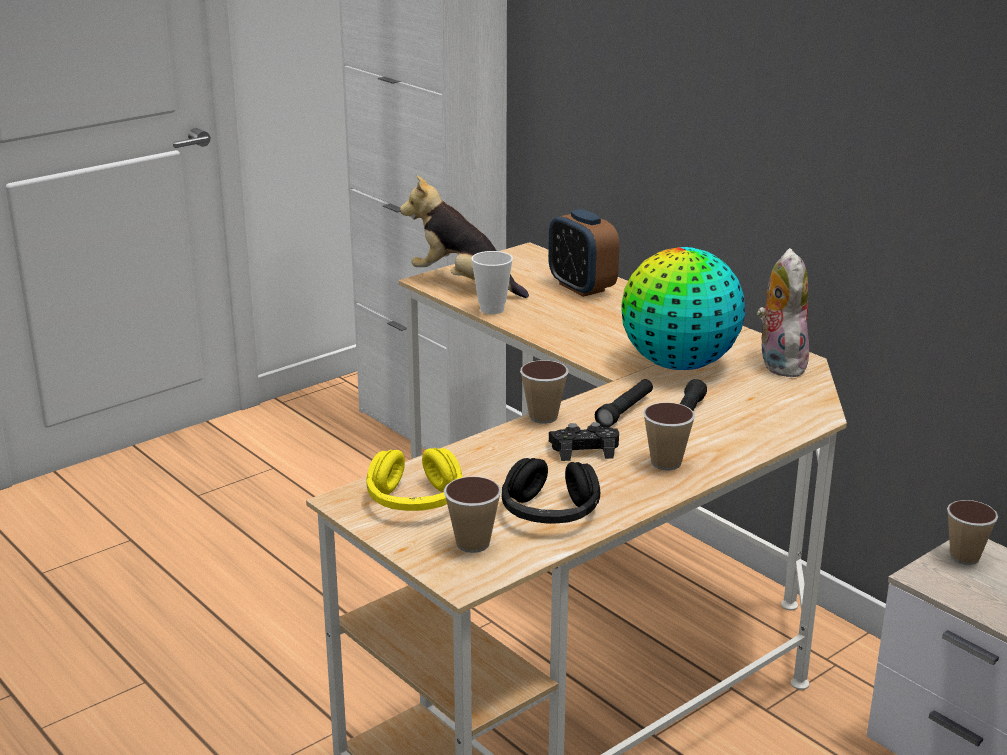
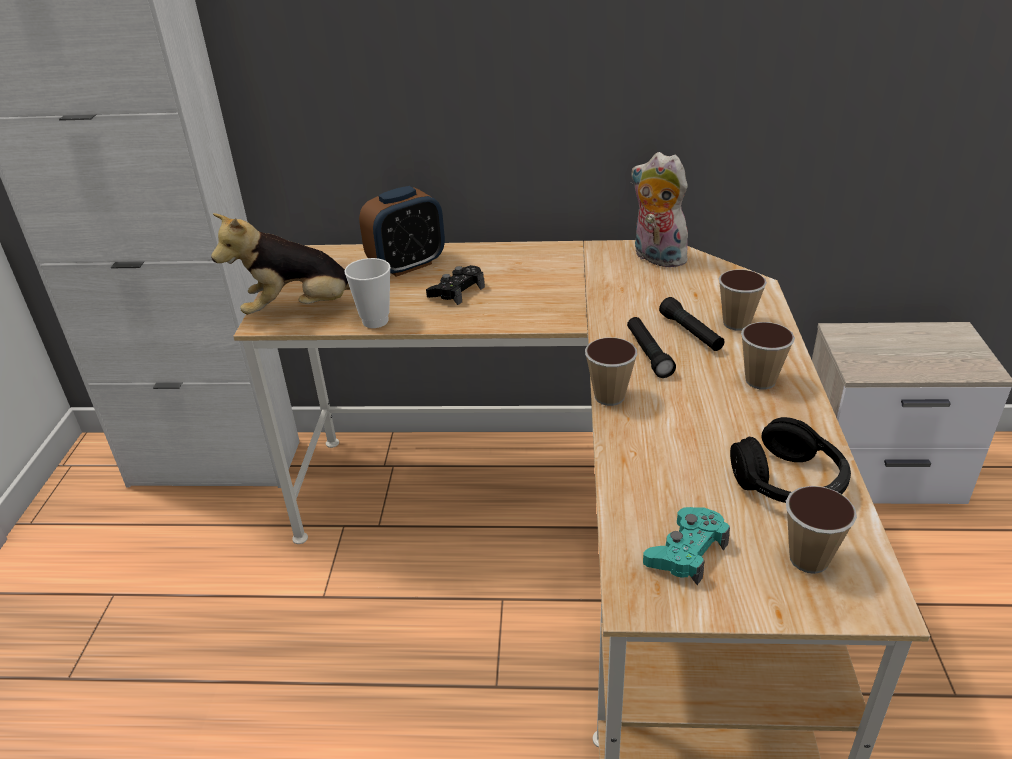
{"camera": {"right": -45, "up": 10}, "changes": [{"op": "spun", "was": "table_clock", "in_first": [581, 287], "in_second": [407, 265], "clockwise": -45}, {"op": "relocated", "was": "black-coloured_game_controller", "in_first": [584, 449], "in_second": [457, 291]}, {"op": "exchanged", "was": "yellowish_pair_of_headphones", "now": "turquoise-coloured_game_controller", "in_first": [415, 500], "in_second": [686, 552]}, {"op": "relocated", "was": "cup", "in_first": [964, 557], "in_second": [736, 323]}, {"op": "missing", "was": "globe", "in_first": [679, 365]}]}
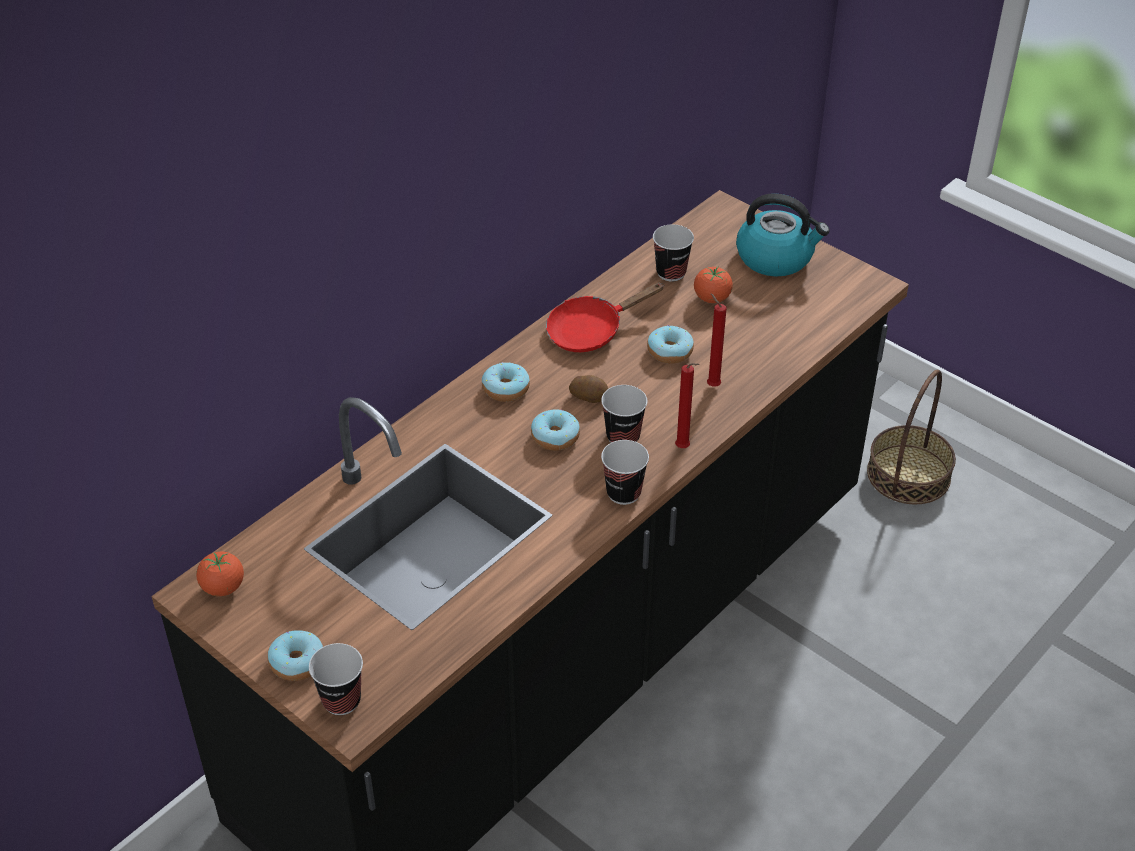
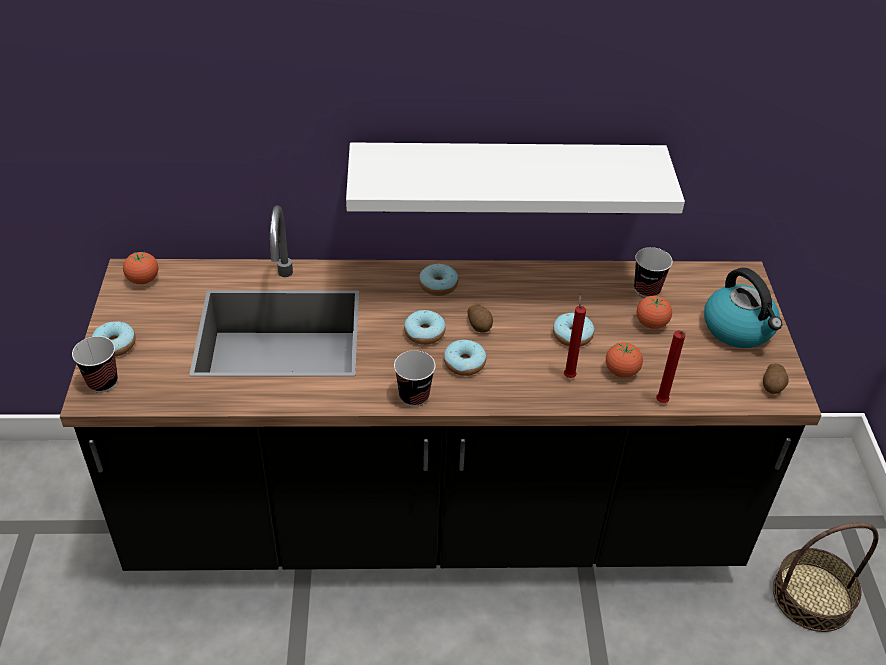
{"camera": {"right": 45, "up": 0}, "changes": [{"op": "appeared", "now": "whitish_wall_shelf", "in_second": [506, 178]}, {"op": "exchanged", "was": "cup", "now": "donut", "in_first": [623, 436], "in_second": [464, 363]}, {"op": "appeared", "now": "fresh_tomato", "in_second": [621, 371]}, {"op": "relocated", "was": "reddish_wax_light", "in_first": [684, 449], "in_second": [662, 403]}, {"op": "appeared", "now": "whole_potato", "in_second": [773, 386]}, {"op": "missing", "was": "reddish_skillet", "in_first": [591, 331]}]}
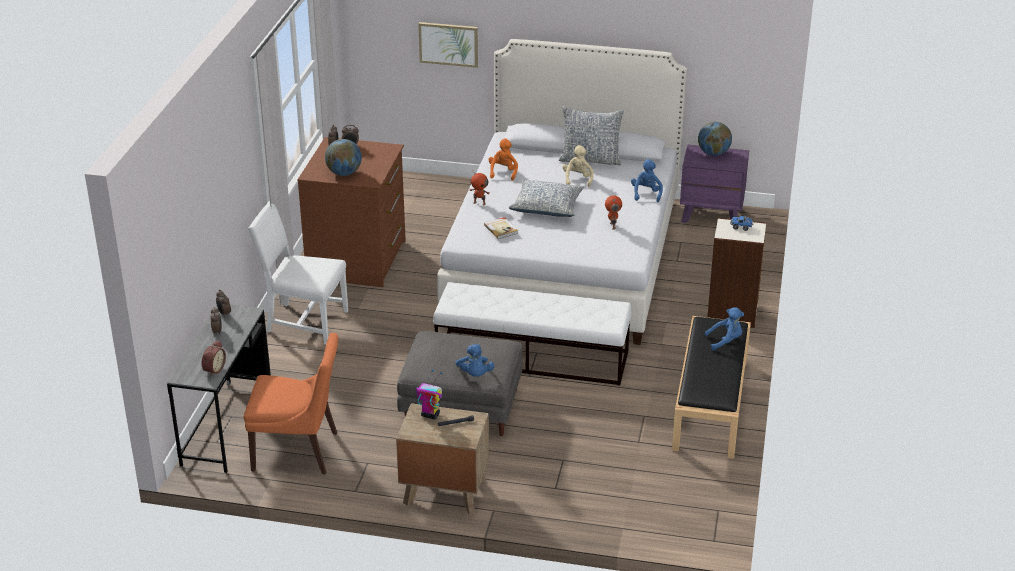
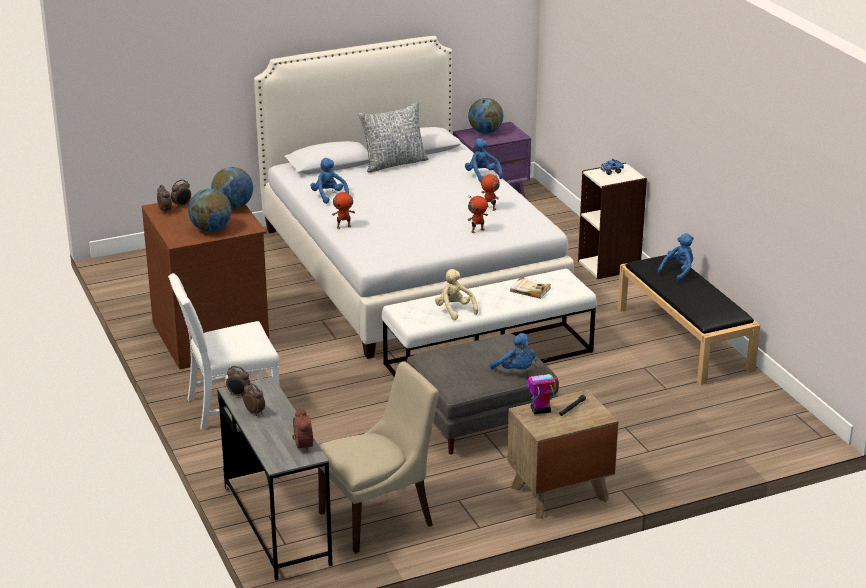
{"camera": {"right": -35, "up": -5}, "changes": [{"op": "appeared", "now": "globe", "in_second": [233, 206]}, {"op": "colour", "was": "orangey_soft_toy", "now": "bluish_soft_toy", "in_first": [503, 172], "in_second": [329, 196]}, {"op": "colour", "was": "orangey_plain_chair", "now": "sand-coloured_plain_chair", "in_first": [298, 451], "in_second": [379, 518]}, {"op": "relocated", "was": "sand-coloured_soft_toy", "in_first": [577, 179], "in_second": [454, 310]}, {"op": "appeared", "now": "robot_figure", "in_second": [477, 230]}, {"op": "relocated", "was": "book", "in_first": [501, 229], "in_second": [530, 289]}, {"op": "missing", "was": "wall_art", "in_first": [448, 44]}, {"op": "missing", "was": "pillow", "in_first": [547, 207]}]}
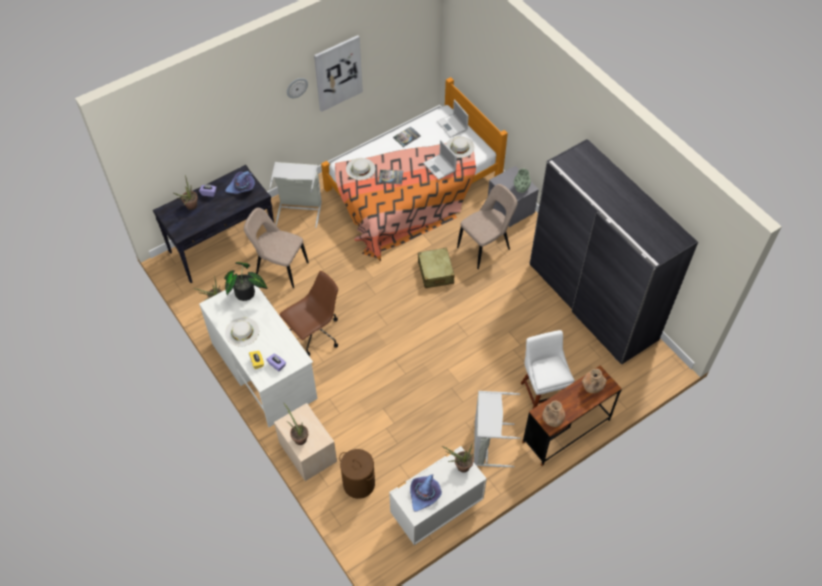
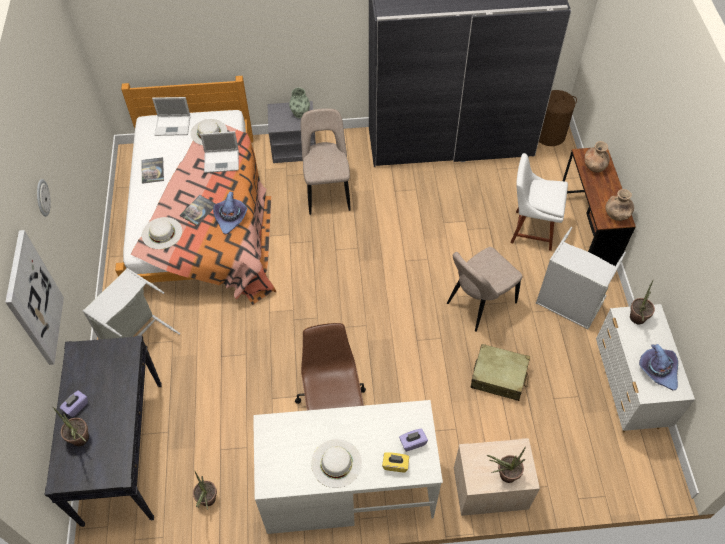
{"camera": {"right": -60, "up": 0}, "changes": [{"op": "relocated", "was": "wall_art", "in_first": [338, 73], "in_second": [34, 299]}, {"op": "relocated", "was": "purple_clothing_hat", "in_first": [241, 187], "in_second": [231, 217]}, {"op": "relocated", "was": "sand-coloured_plain_chair", "in_first": [279, 268], "in_second": [478, 304]}, {"op": "relocated", "was": "sand-coloured_travel_case", "in_first": [435, 272], "in_second": [499, 377]}, {"op": "relocated", "was": "brownish_hamper", "in_first": [358, 483], "in_second": [549, 135]}, {"op": "missing", "was": "plant_in_a_pot", "in_first": [246, 294]}]}
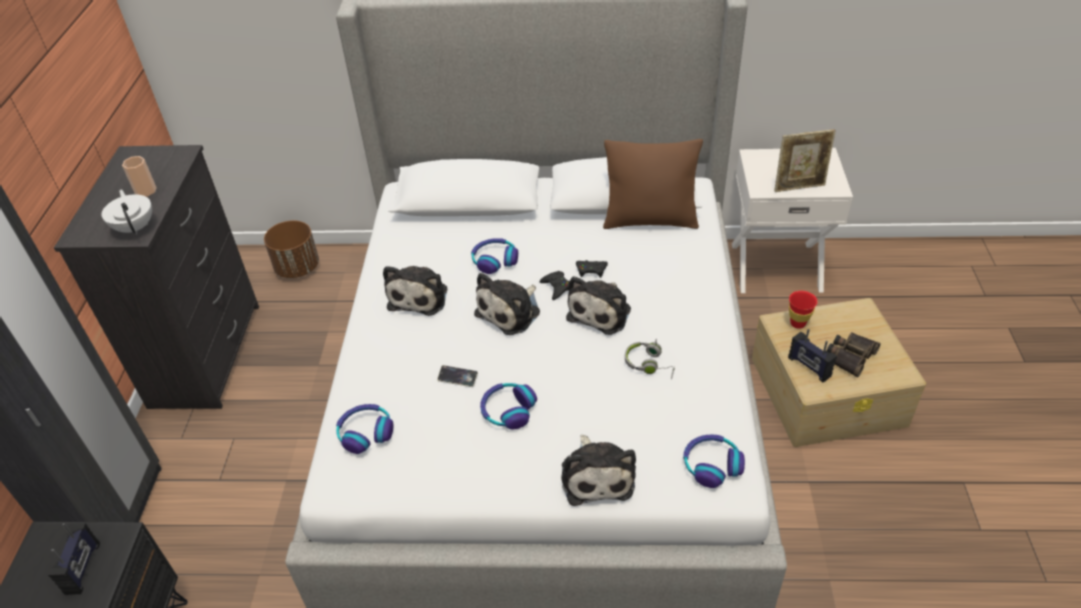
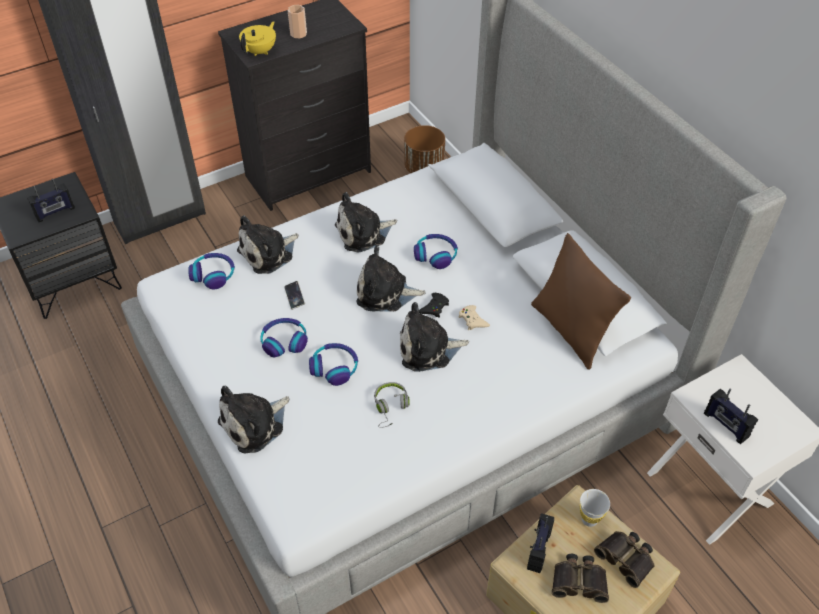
{"camera": {"right": 55, "up": 5}, "changes": [{"op": "appeared", "now": "soft_toy", "in_second": [268, 253]}, {"op": "colour", "was": "whitish_pot_for_tea", "now": "yellowish_pot_for_tea", "in_first": [135, 227], "in_second": [260, 51]}, {"op": "relocated", "was": "pair_of_headphones", "in_first": [711, 465], "in_second": [334, 367]}, {"op": "colour", "was": "black-coloured_game_controller", "now": "sand-coloured_game_controller", "in_first": [591, 270], "in_second": [472, 320]}, {"op": "colour", "was": "reddish_cup", "now": "whitish_cup", "in_first": [797, 323], "in_second": [589, 519]}, {"op": "appeared", "now": "binoculars", "in_second": [626, 558]}, {"op": "exchanged", "was": "picture_frame", "now": "radio_receiver", "in_first": [799, 187], "in_second": [725, 425]}]}
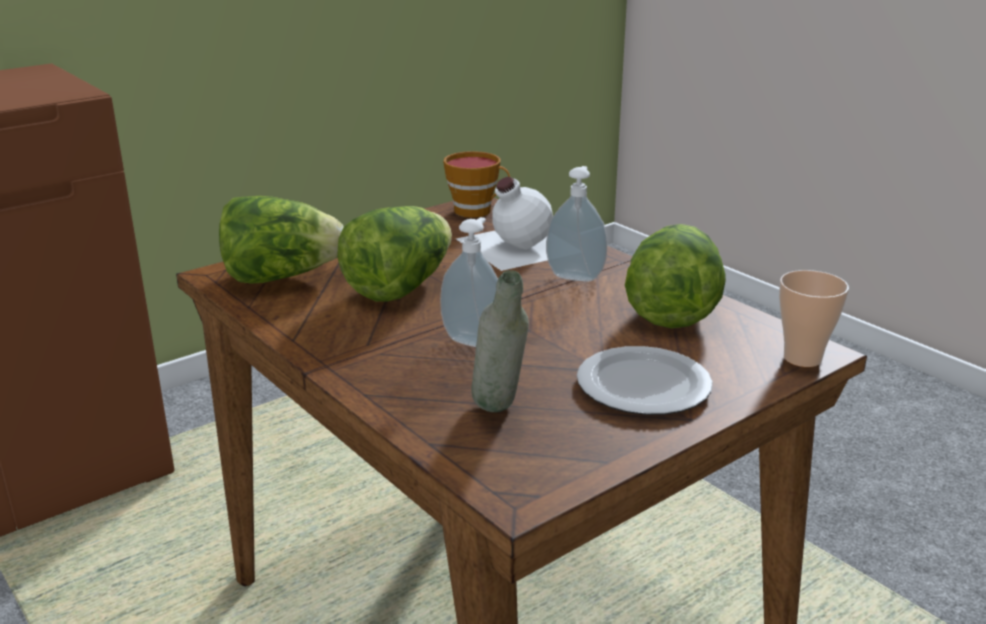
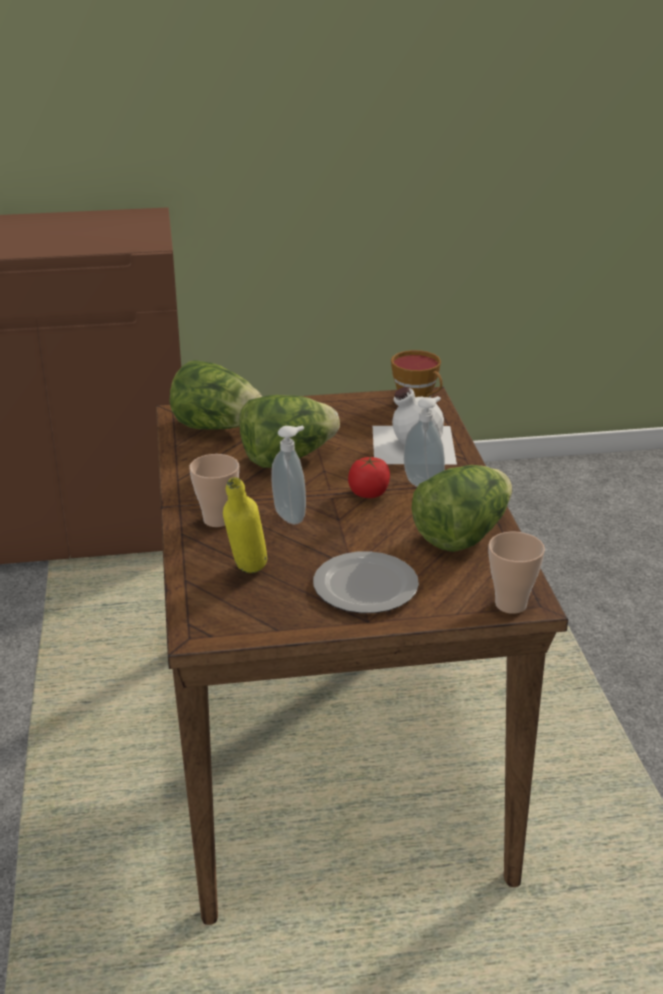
{"camera": {"right": 30, "up": 5}, "changes": [{"op": "appeared", "now": "cup", "in_second": [217, 520]}, {"op": "colour", "was": "grey_bottle", "now": "yellowish_bottle", "in_first": [499, 415], "in_second": [247, 575]}, {"op": "appeared", "now": "fresh_tomato", "in_second": [368, 493]}]}
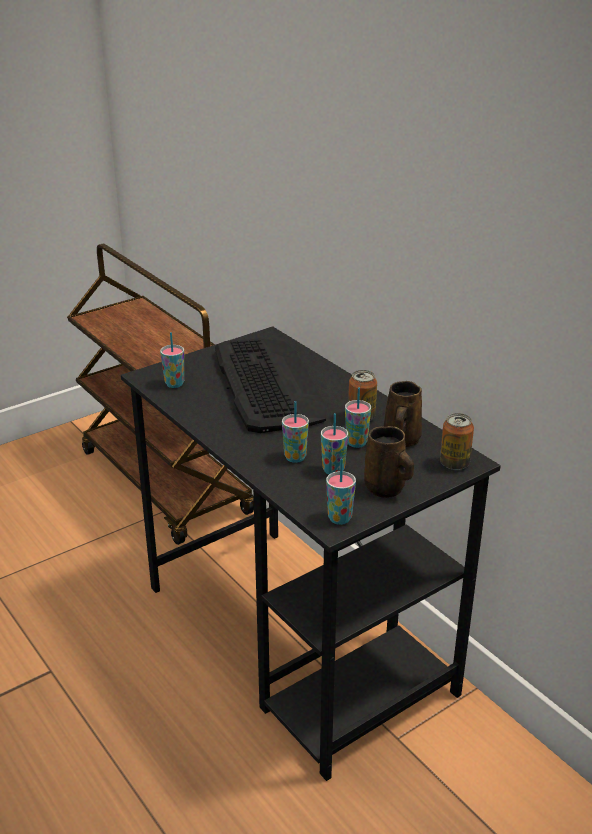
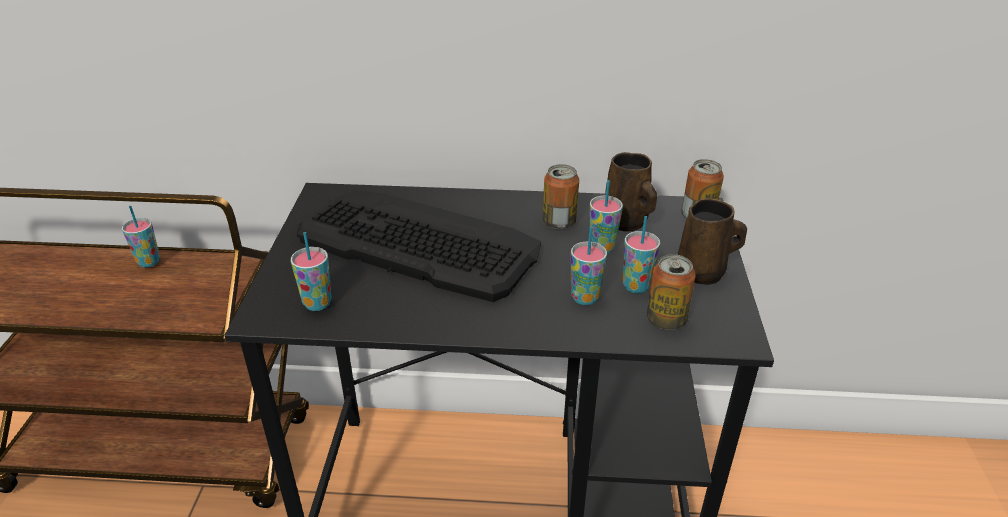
{"camera": {"right": -50, "up": 5}, "changes": [{"op": "relocated", "was": "cup", "in_first": [339, 518], "in_second": [149, 262]}, {"op": "appeared", "now": "metal_can", "in_second": [666, 320]}]}
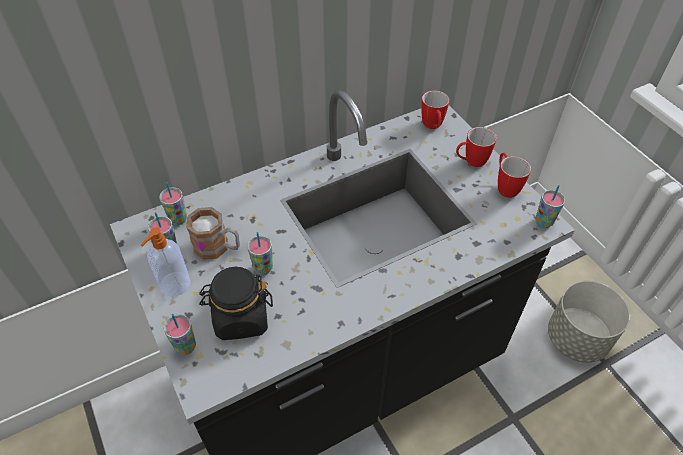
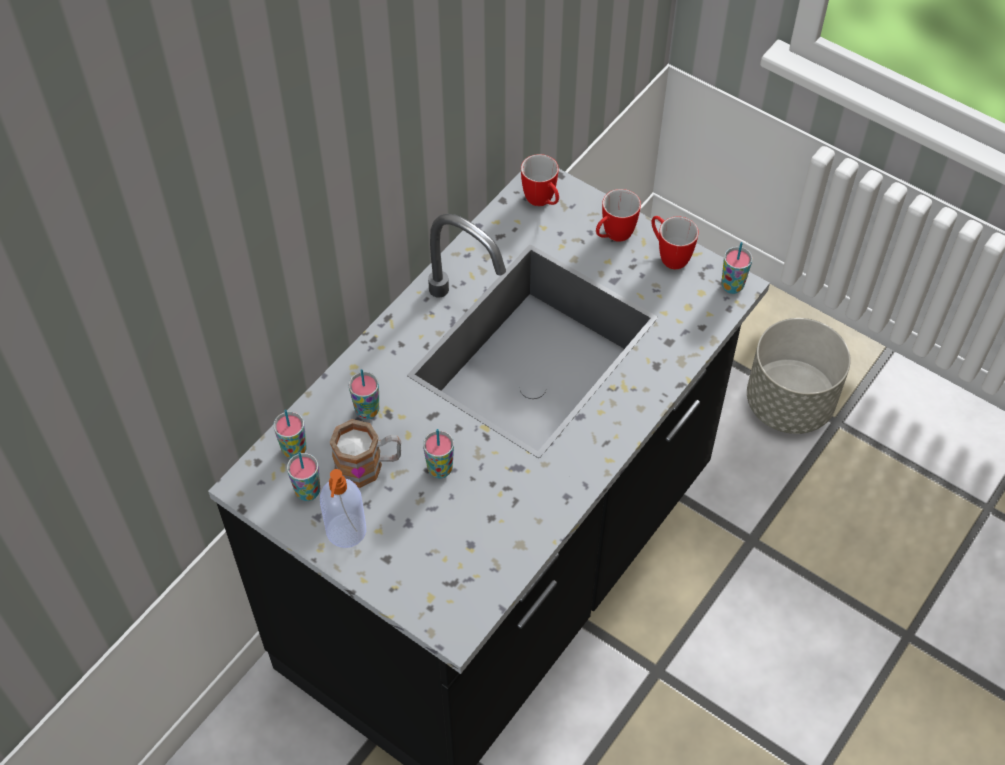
{"camera": {"right": -25, "up": 5}, "changes": [{"op": "relocated", "was": "cup", "in_first": [186, 347], "in_second": [367, 411]}, {"op": "missing", "was": "black-coloured_jar", "in_first": [241, 318]}]}
